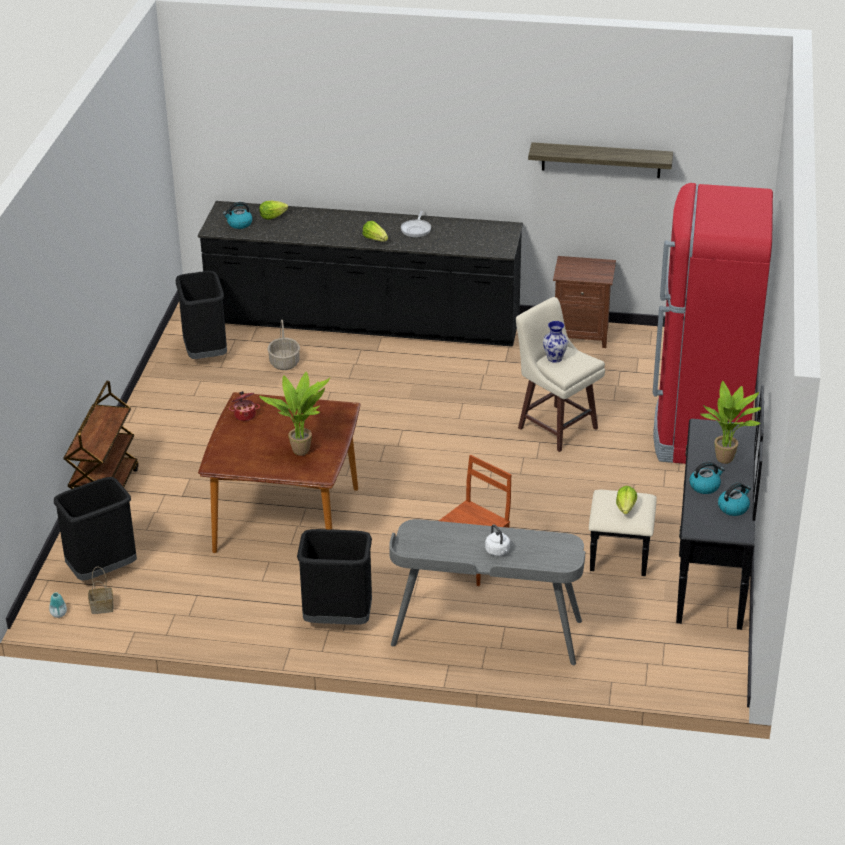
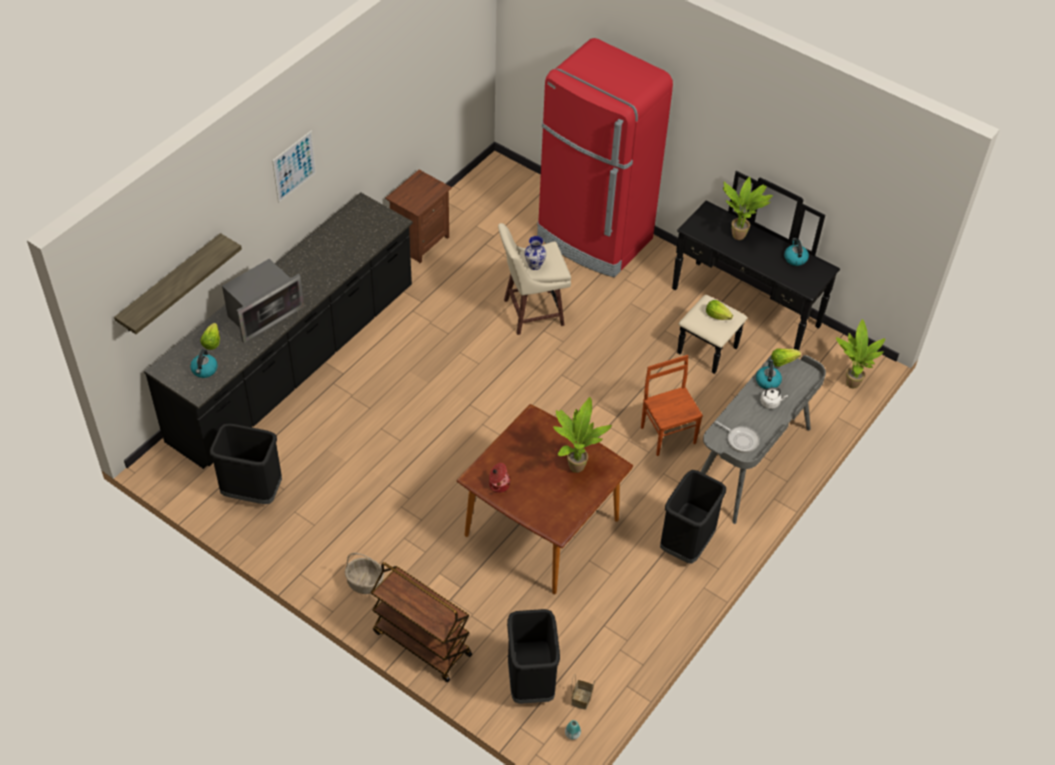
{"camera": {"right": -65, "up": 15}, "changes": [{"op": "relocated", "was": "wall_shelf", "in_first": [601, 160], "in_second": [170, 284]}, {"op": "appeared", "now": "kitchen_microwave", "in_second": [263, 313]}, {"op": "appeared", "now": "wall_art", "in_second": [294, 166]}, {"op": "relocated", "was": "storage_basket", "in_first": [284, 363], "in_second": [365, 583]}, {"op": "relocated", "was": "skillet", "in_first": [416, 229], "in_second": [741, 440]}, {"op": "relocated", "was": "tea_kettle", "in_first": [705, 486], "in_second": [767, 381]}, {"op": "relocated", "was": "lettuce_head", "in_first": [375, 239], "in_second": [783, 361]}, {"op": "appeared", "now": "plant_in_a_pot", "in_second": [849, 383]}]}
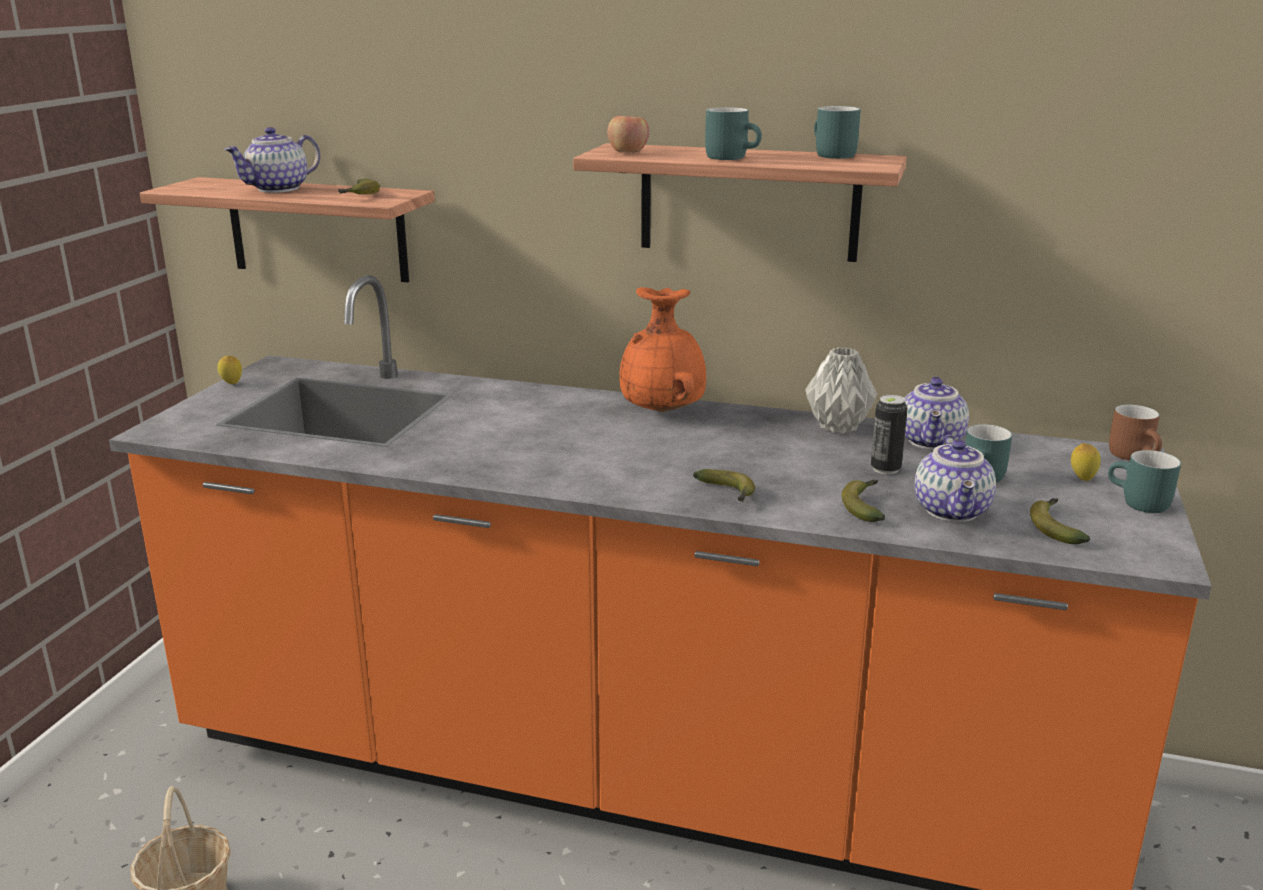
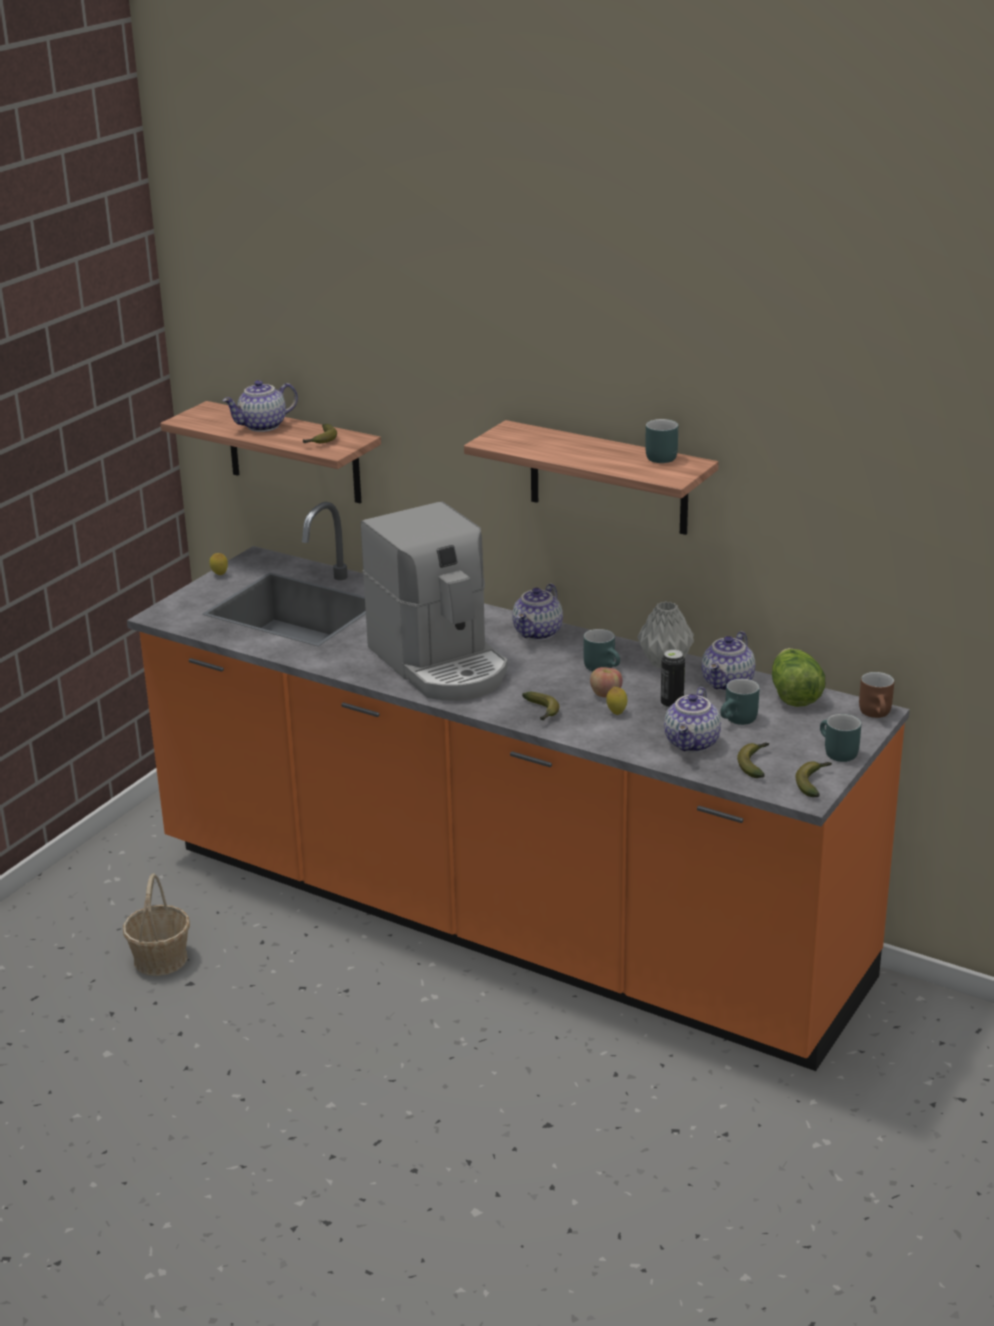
{"camera": {"right": 15, "up": 5}, "changes": [{"op": "appeared", "now": "coffee_maker", "in_second": [441, 664]}, {"op": "exchanged", "was": "orangey_decorative_vase", "now": "pot_for_tea", "in_first": [663, 410], "in_second": [538, 633]}, {"op": "relocated", "was": "turquoise-coloured_tea_mug", "in_first": [733, 158], "in_second": [604, 667]}, {"op": "relocated", "was": "apple_fruit", "in_first": [628, 152], "in_second": [605, 694]}, {"op": "relocated", "was": "lemon", "in_first": [1082, 479], "in_second": [616, 713]}, {"op": "appeared", "now": "lettuce_head", "in_second": [794, 694]}, {"op": "relocated", "was": "banana_fruit", "in_first": [864, 506], "in_second": [814, 783]}]}
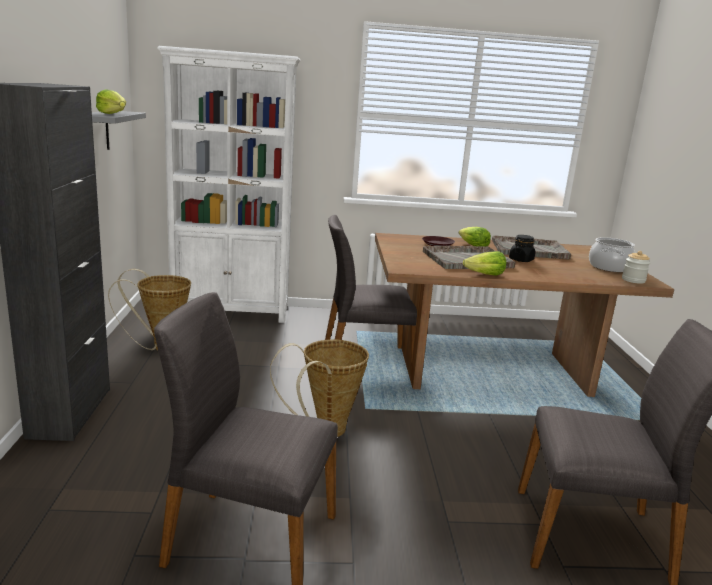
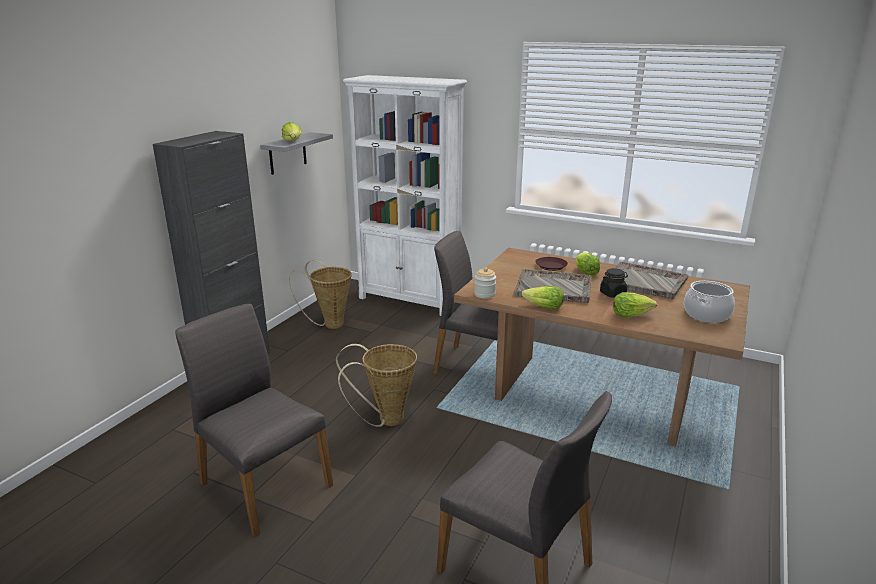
{"camera": {"right": 30, "up": 5}, "changes": [{"op": "relocated", "was": "jar", "in_first": [633, 280], "in_second": [484, 294]}, {"op": "appeared", "now": "lettuce_head", "in_second": [631, 314]}]}
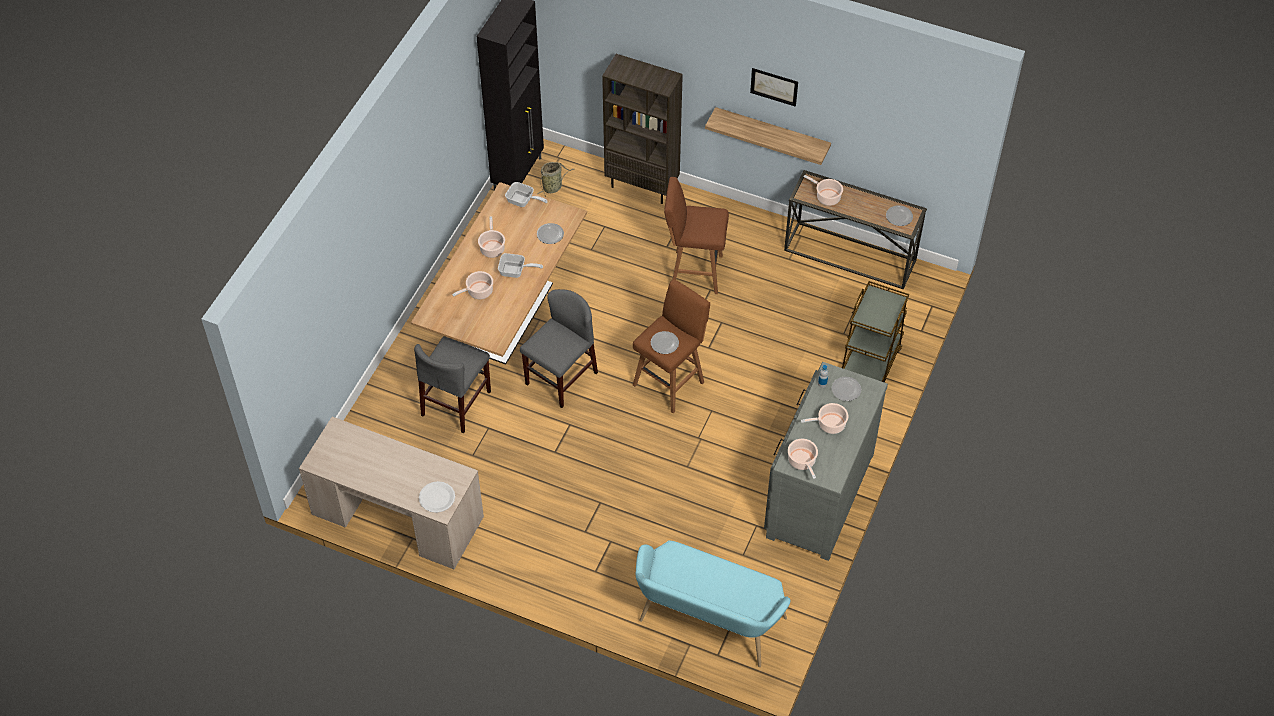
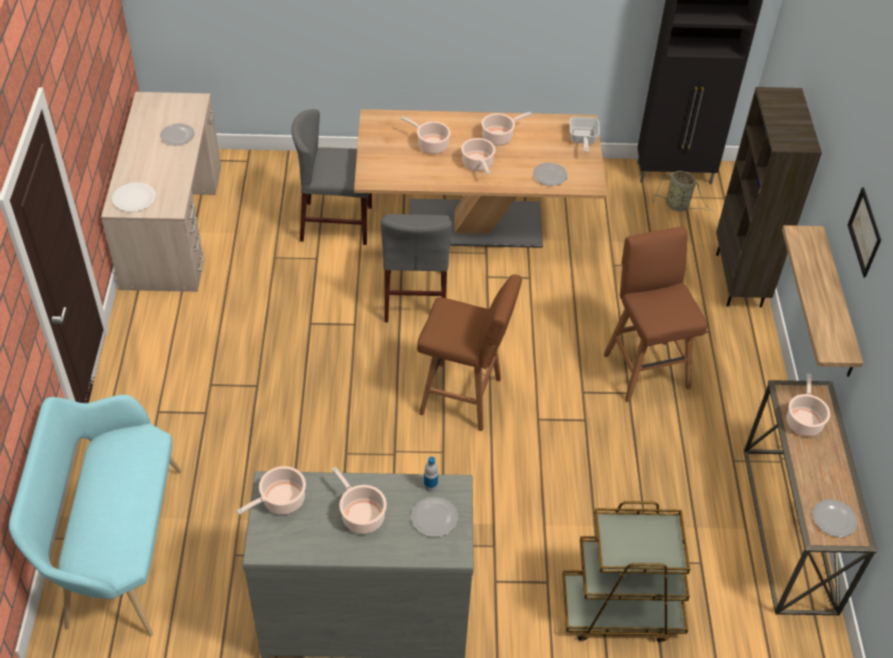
{"camera": {"right": 65, "up": -5}, "changes": [{"op": "relocated", "was": "flat_dish", "in_first": [664, 343], "in_second": [177, 135]}, {"op": "spun", "was": "grey_plain_chair", "in_first": [561, 378], "in_second": [415, 296], "clockwise": 75}, {"op": "exchanged", "was": "skillet", "now": "cooking_pot", "in_first": [515, 271], "in_second": [478, 164]}]}
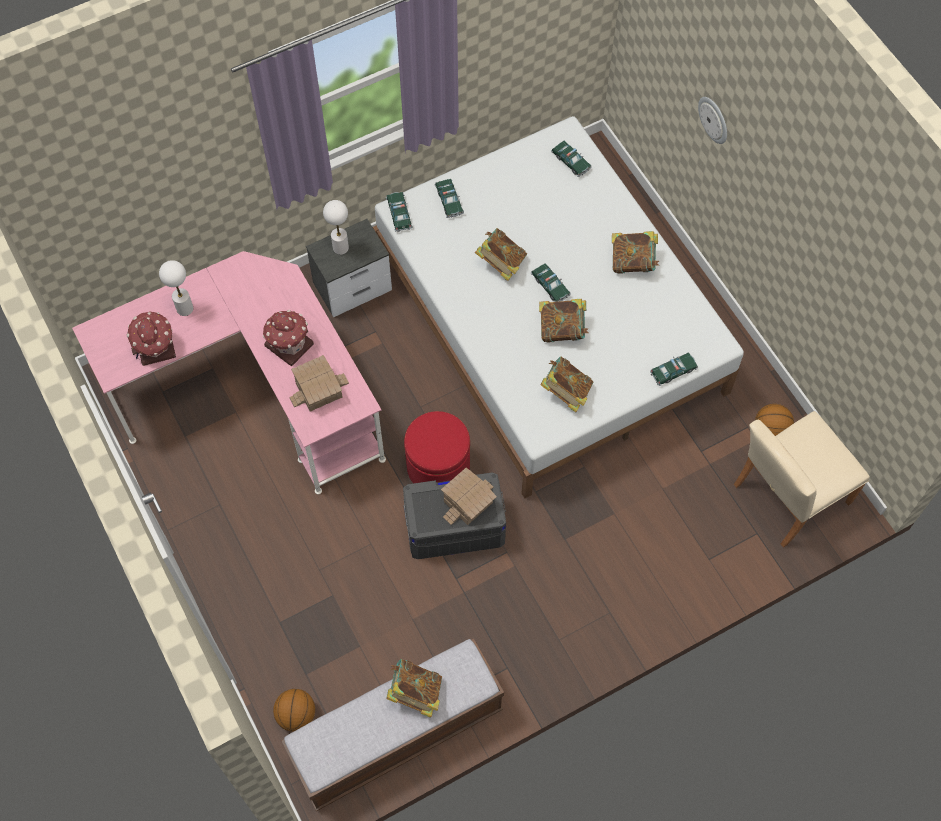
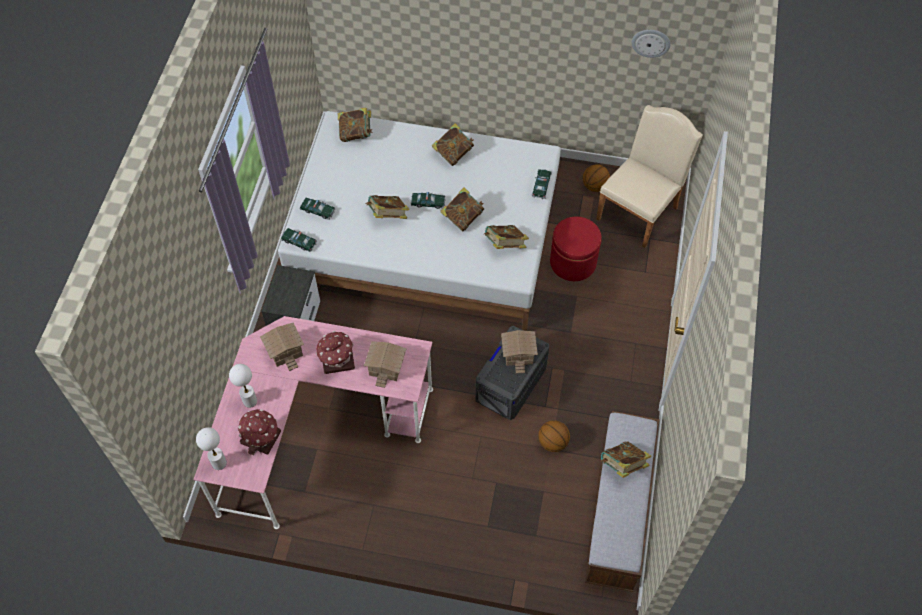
{"camera": {"right": -50, "up": -5}, "changes": [{"op": "relocated", "was": "whitish_table_lamp", "in_first": [341, 247], "in_second": [219, 463]}, {"op": "appeared", "now": "toy_house", "in_second": [283, 350]}, {"op": "exchanged", "was": "model_car", "now": "book", "in_first": [571, 161], "in_second": [356, 134]}, {"op": "relocated", "was": "basketball_ball", "in_first": [296, 715], "in_second": [553, 442]}, {"op": "relocated", "was": "reddish_ottoman", "in_first": [438, 467], "in_second": [573, 262]}, {"op": "spun", "was": "sand-coloured_plain_chair", "in_first": [785, 497], "in_second": [640, 209], "clockwise": -150}, {"op": "relocated", "was": "wall_clock", "in_first": [714, 119], "in_second": [651, 42]}]}
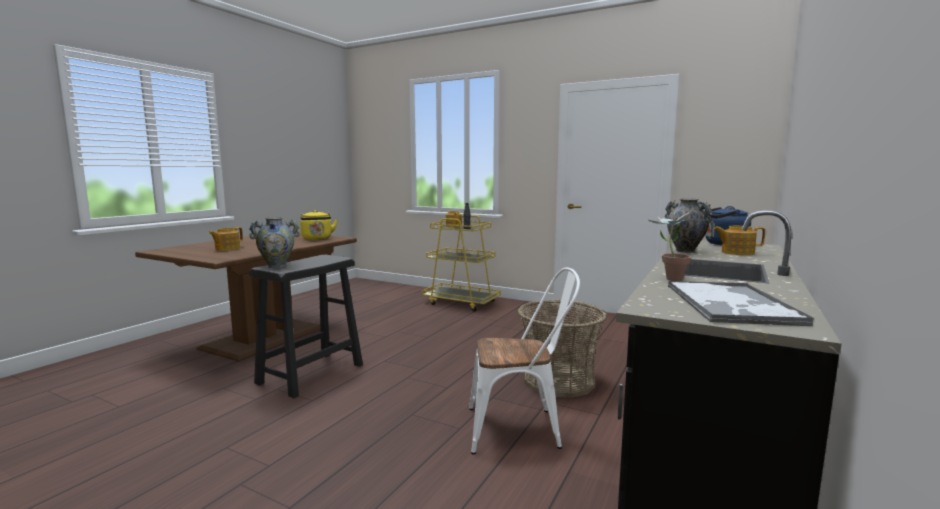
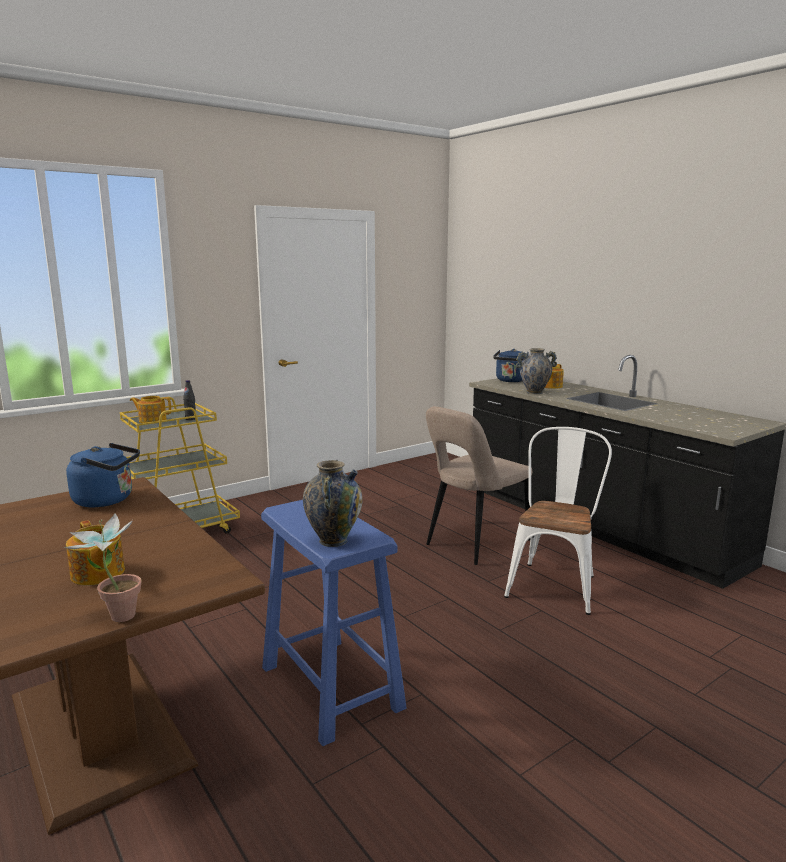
{"camera": {"right": -65, "up": 5}, "changes": [{"op": "relocated", "was": "plant_in_a_pot", "in_first": [669, 278], "in_second": [114, 616]}, {"op": "colour", "was": "yellowish_tea_kettle", "now": "bluish_tea_kettle", "in_first": [317, 239], "in_second": [107, 500]}, {"op": "colour", "was": "black-coloured_stool", "now": "bluish_stool", "in_first": [310, 374], "in_second": [331, 688]}, {"op": "exchanged", "was": "storage_basket", "now": "sand-coloured_plain_chair", "in_first": [558, 381], "in_second": [474, 544]}, {"op": "missing", "was": "tray", "in_first": [731, 304]}]}
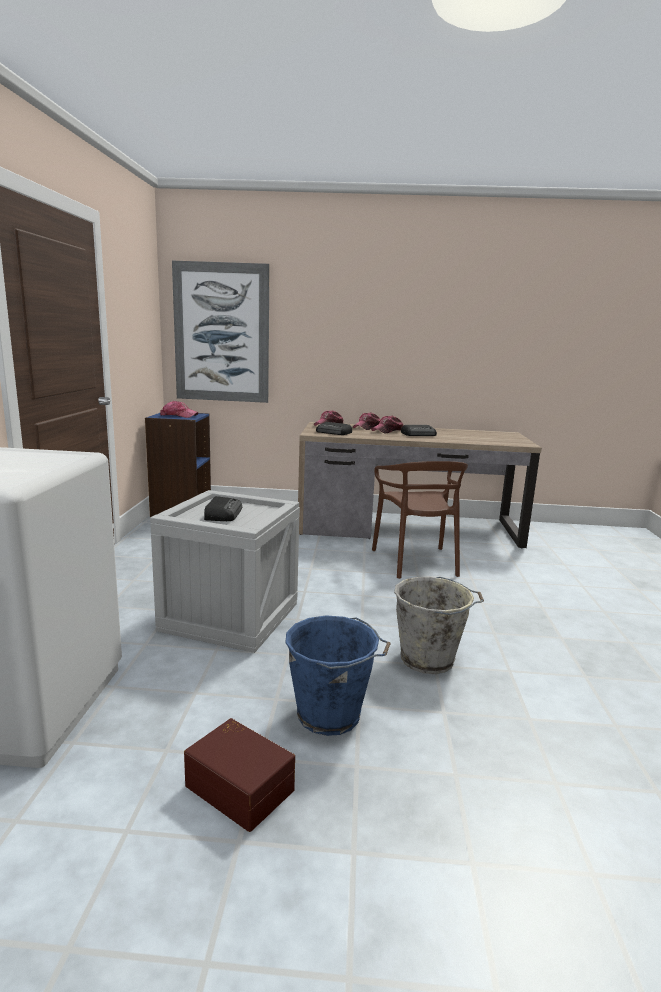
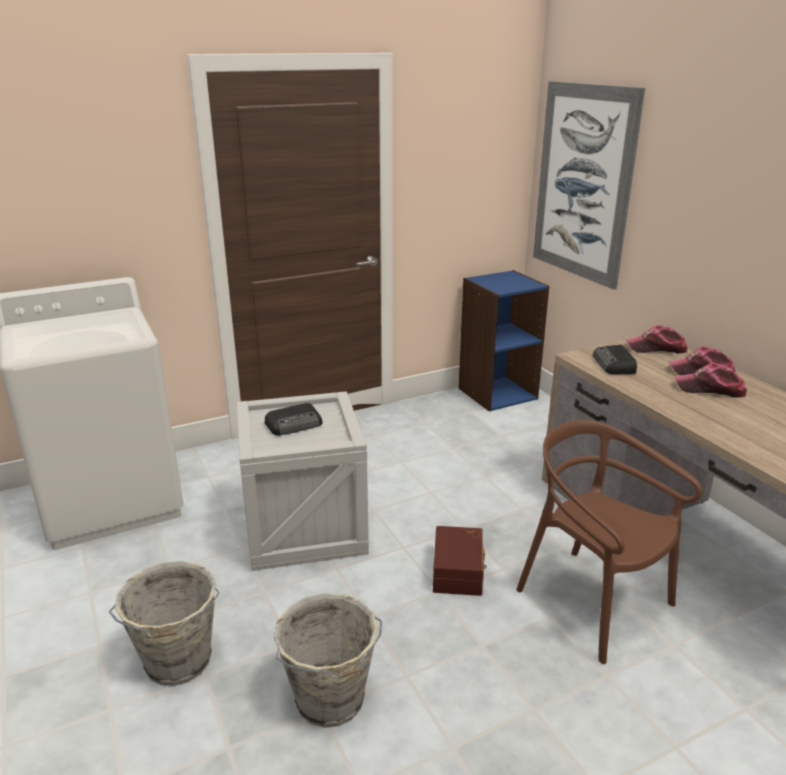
{"camera": {"right": 60, "up": 10}, "changes": [{"op": "colour", "was": "bluish_bucket", "now": "grey_bucket", "in_first": [331, 715], "in_second": [178, 663]}, {"op": "relocated", "was": "brownish_storage_container", "in_first": [241, 786], "in_second": [459, 571]}, {"op": "spun", "was": "brownish_plain_chair", "in_first": [416, 562], "in_second": [593, 602], "clockwise": 90}, {"op": "missing", "was": "peaked_cap", "in_first": [178, 416]}, {"op": "missing", "was": "radio_receiver", "in_first": [419, 434]}]}
